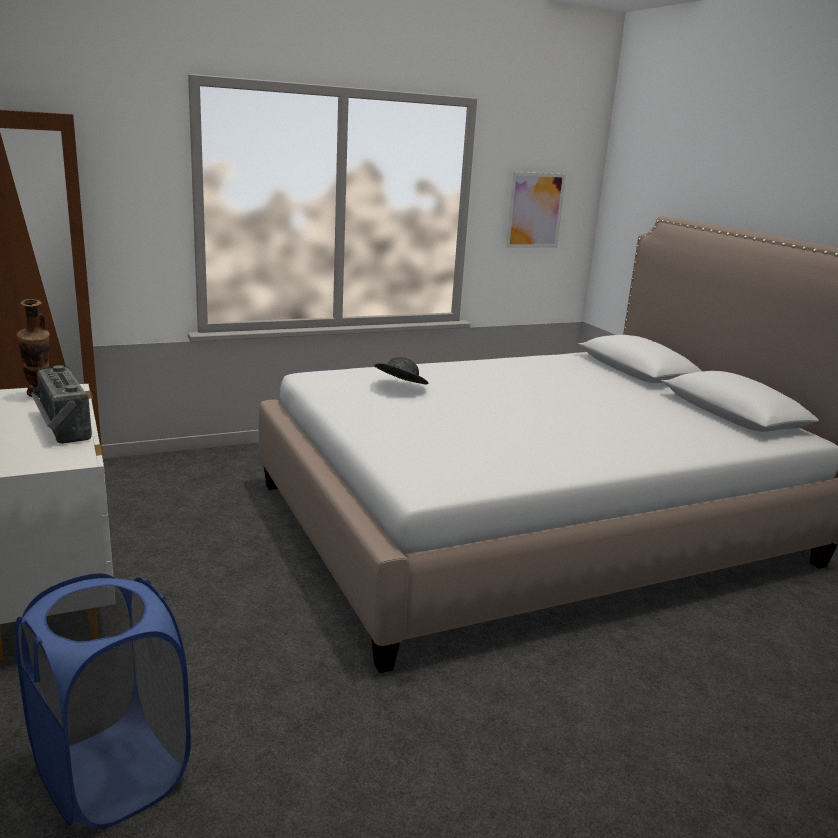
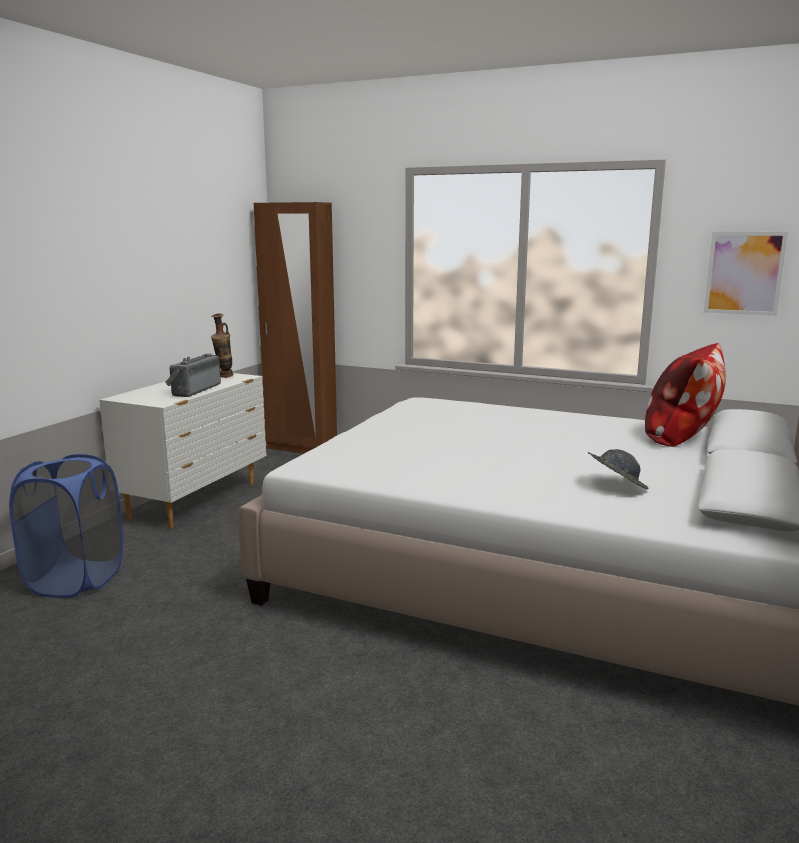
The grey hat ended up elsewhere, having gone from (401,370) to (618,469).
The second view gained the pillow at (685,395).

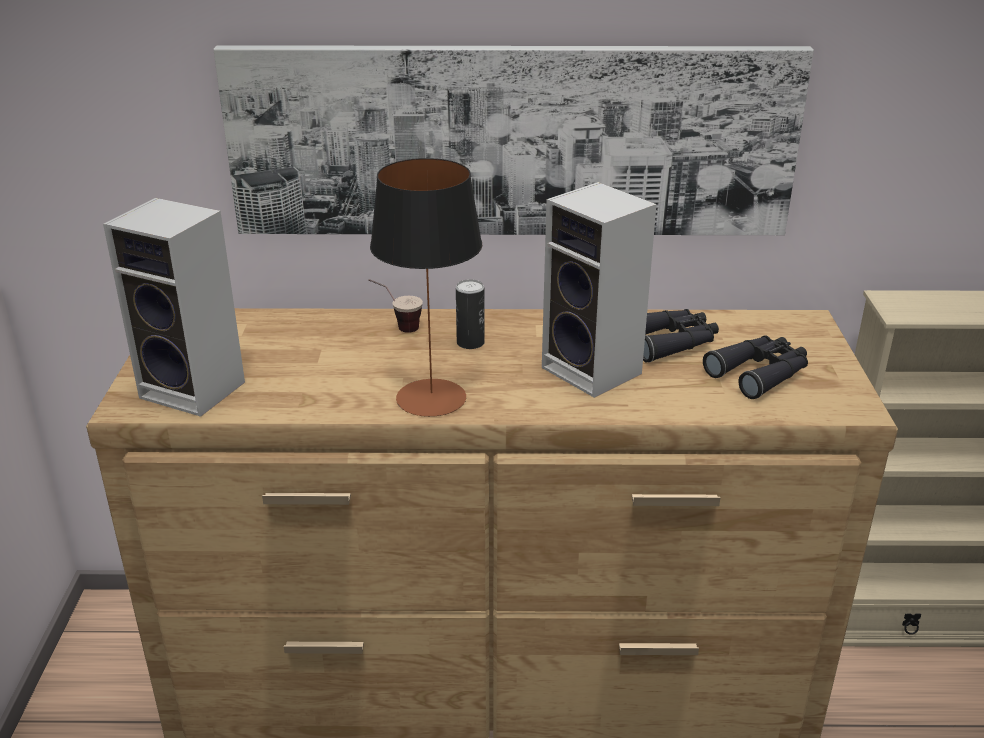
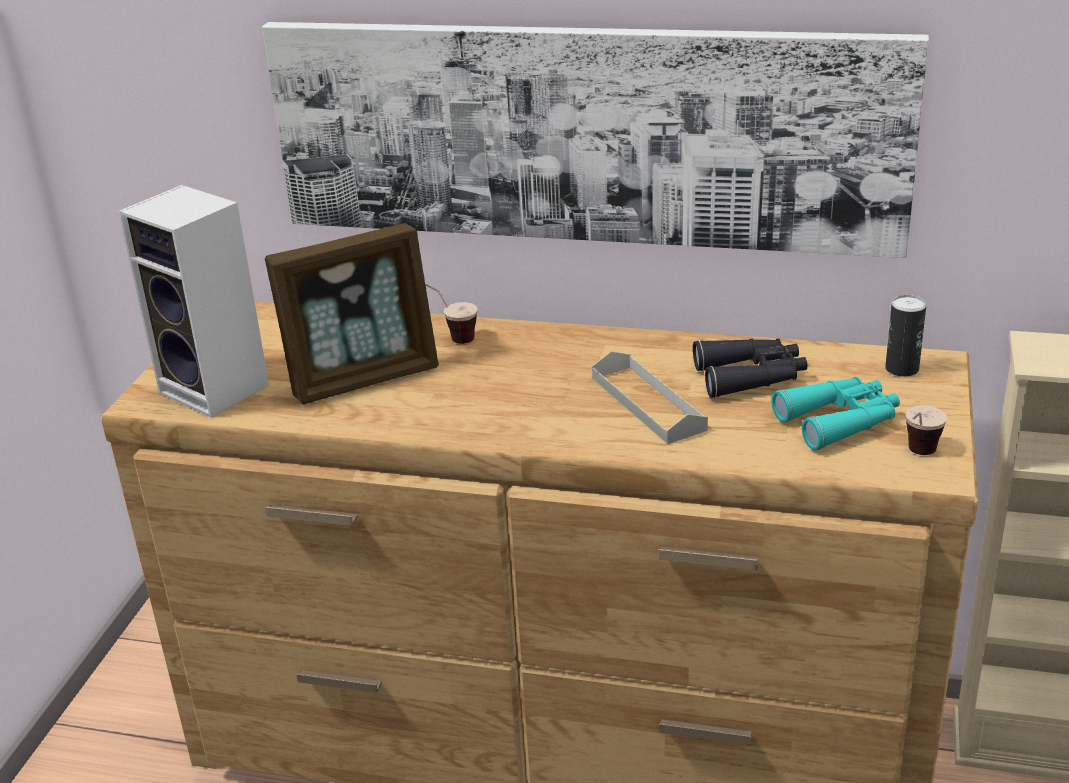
The second view lost the table lamp at (426,287).
Where the speaker stood at (599,290), the grey tray came to stand at (650,397).
The can ended up elsewhere, having gone from (470,314) to (905,336).
What was the black binoculars at (755,367) turned into the turquoise binoculars at (835,413).
The second view gained the picture frame at (352,314).
The second view gained the cup at (926,430).

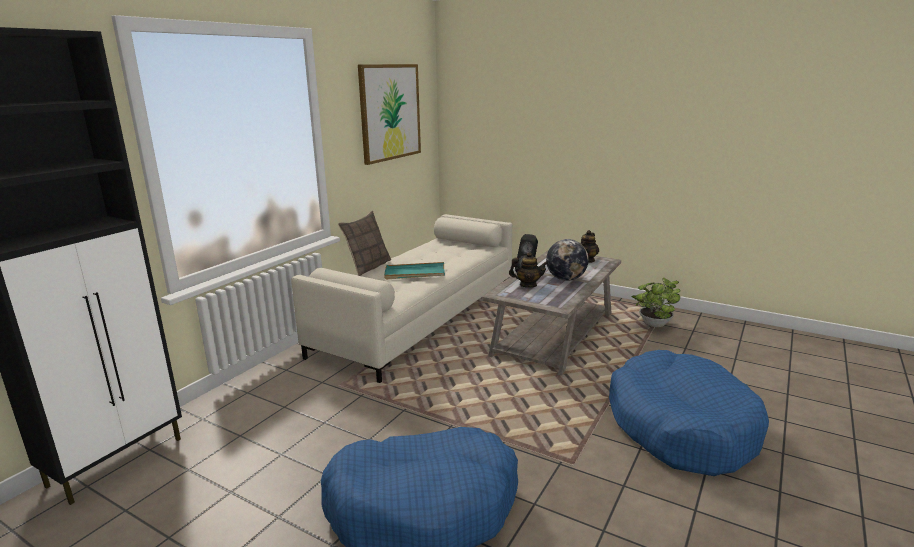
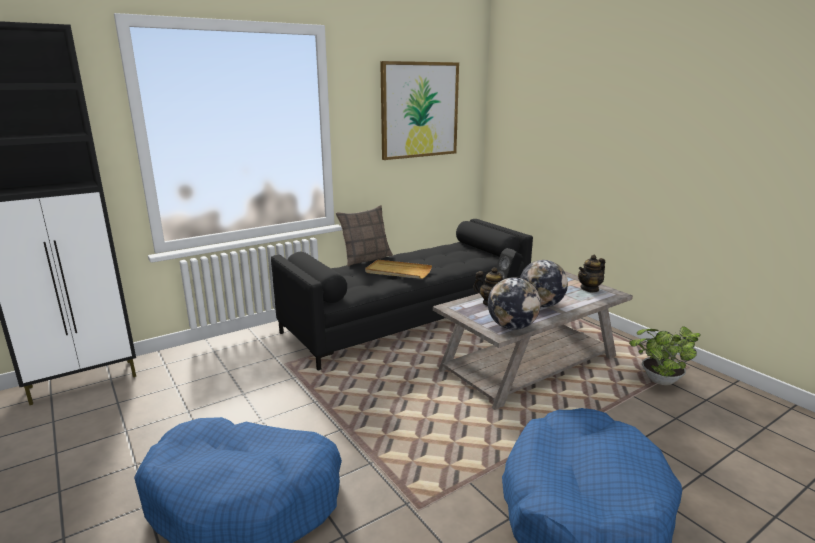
What was the beige sofa at (401,298) turned into the black sofa at (402,295).
What was the turquoise tray at (414,271) turned into the beige tray at (398,269).
The second view gained the globe at (514,303).

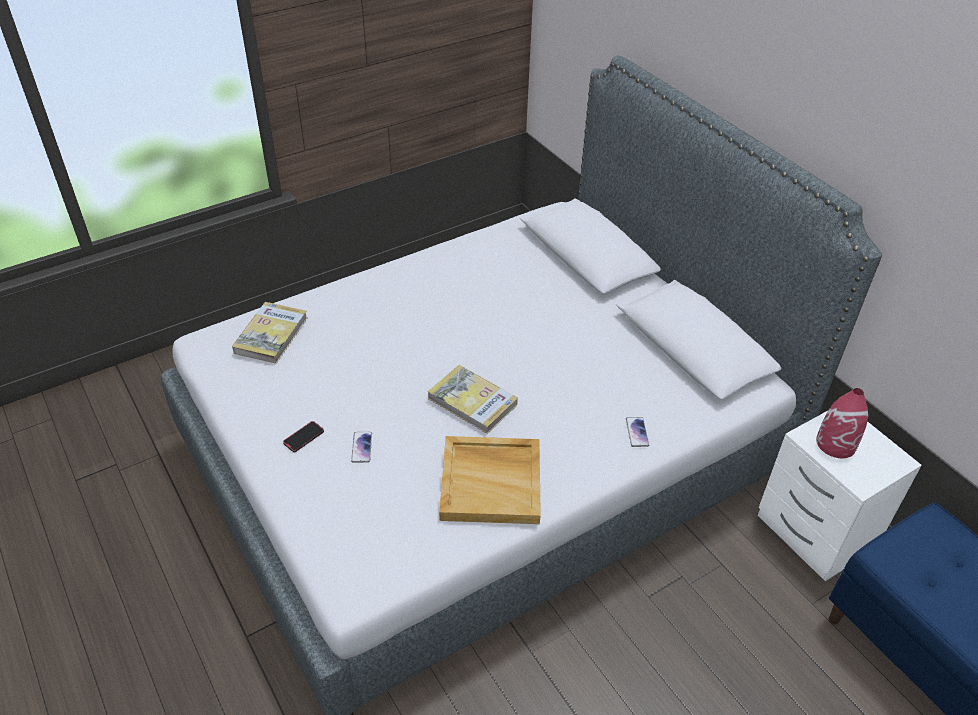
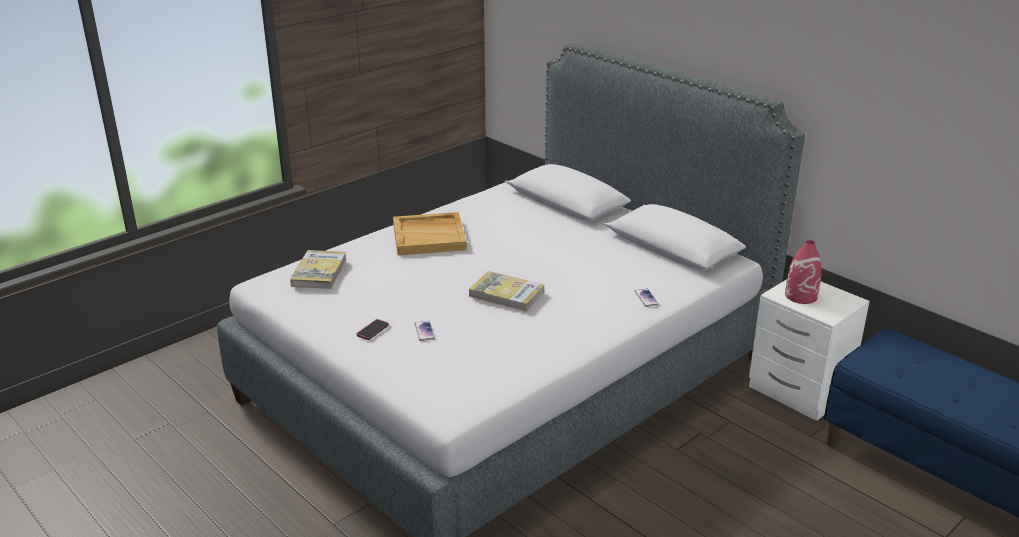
The beige tray ended up elsewhere, having gone from (490,480) to (430,233).

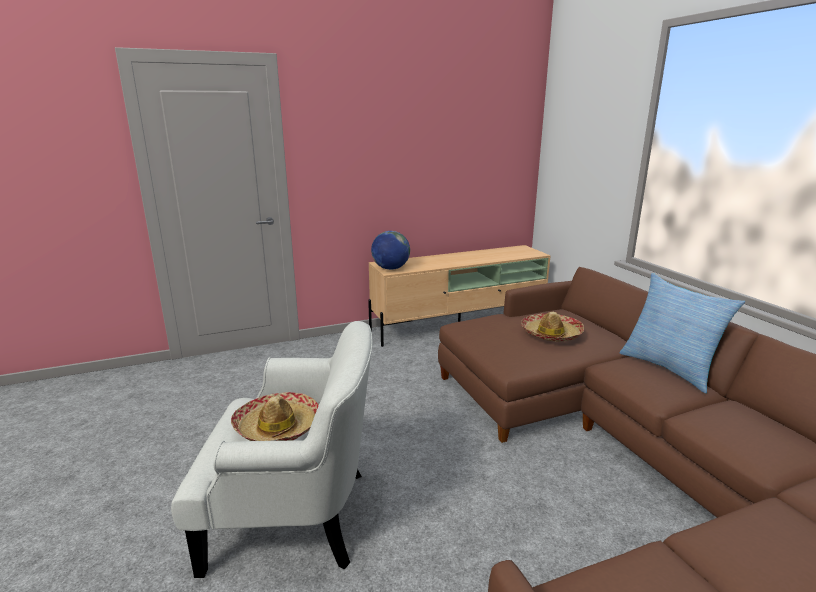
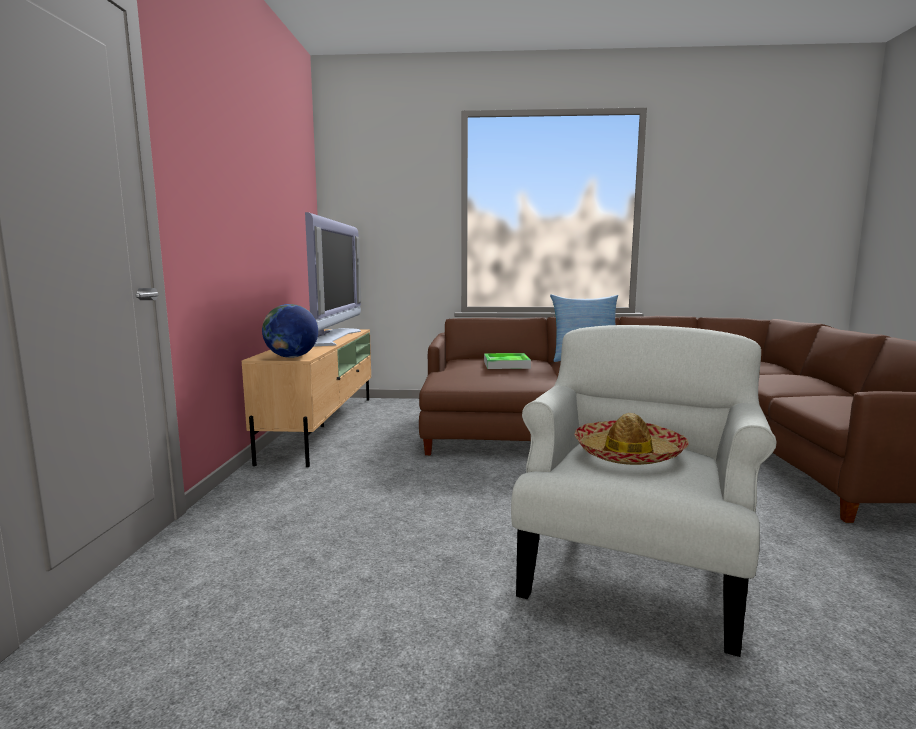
Where the hat stood at (552,326), the tray came to stand at (507,361).
The second view gained the television at (333,279).

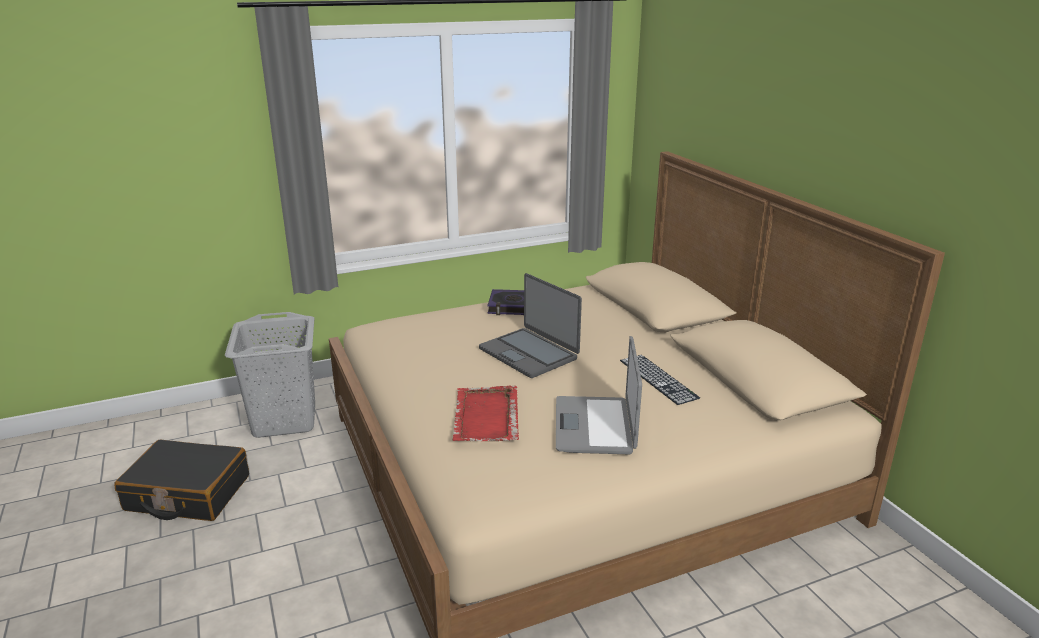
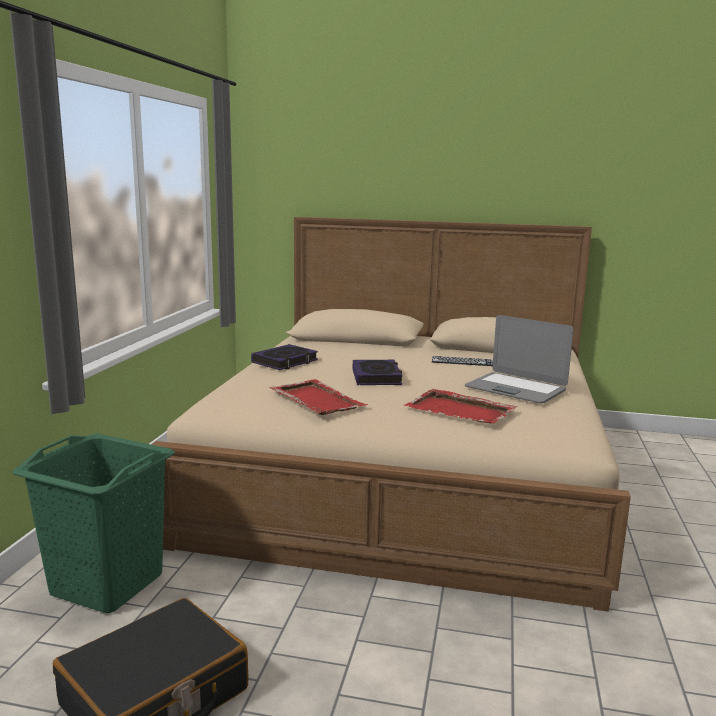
Where the laptop stood at (530,325), the book came to stand at (377,372).
What was the grey laundry basket at (270,375) turned into the green laundry basket at (93,523).
The second view gained the red tray at (318,397).

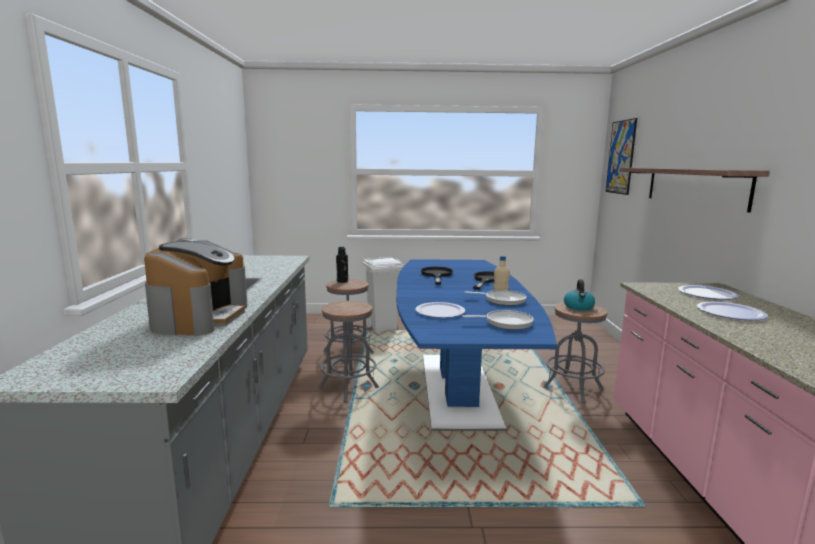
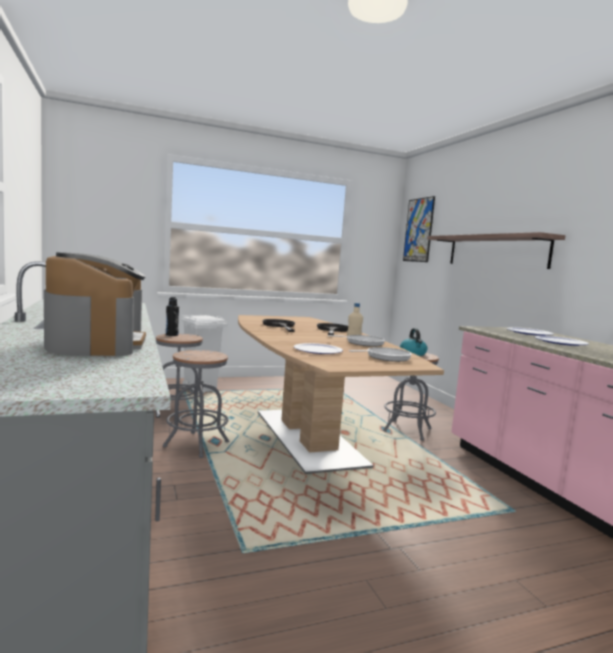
What was the blue dining table at (477,345) turned into the brown dining table at (341,394).

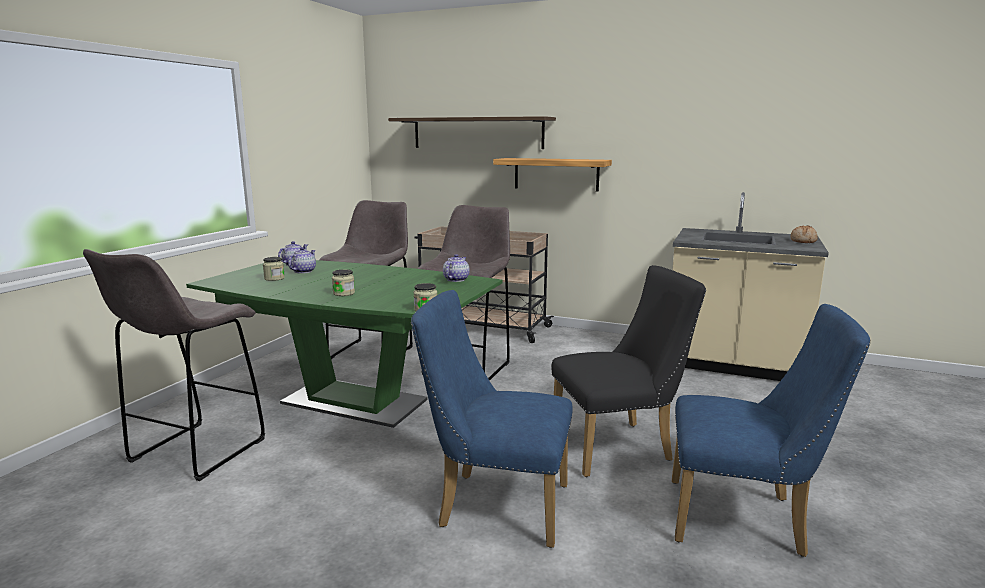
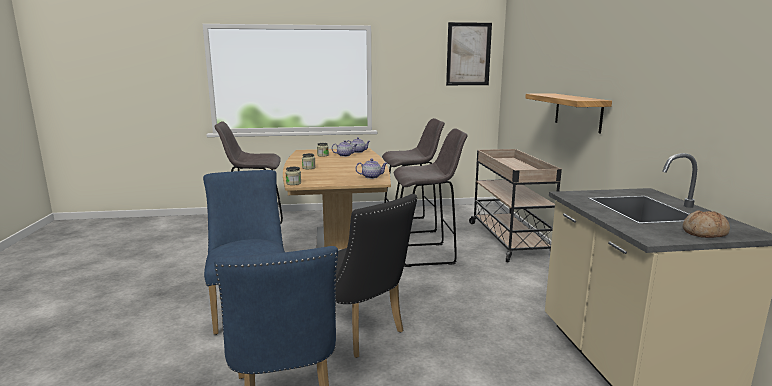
The second view lost the shelf at (472,132).
What was the green dining table at (344,344) turned into the brown dining table at (337,199).
The second view gained the picture at (469,53).

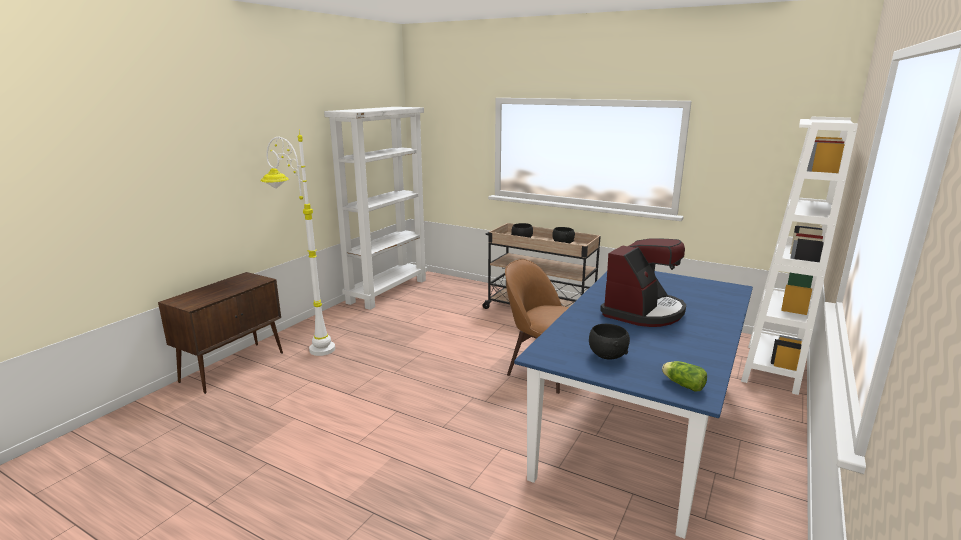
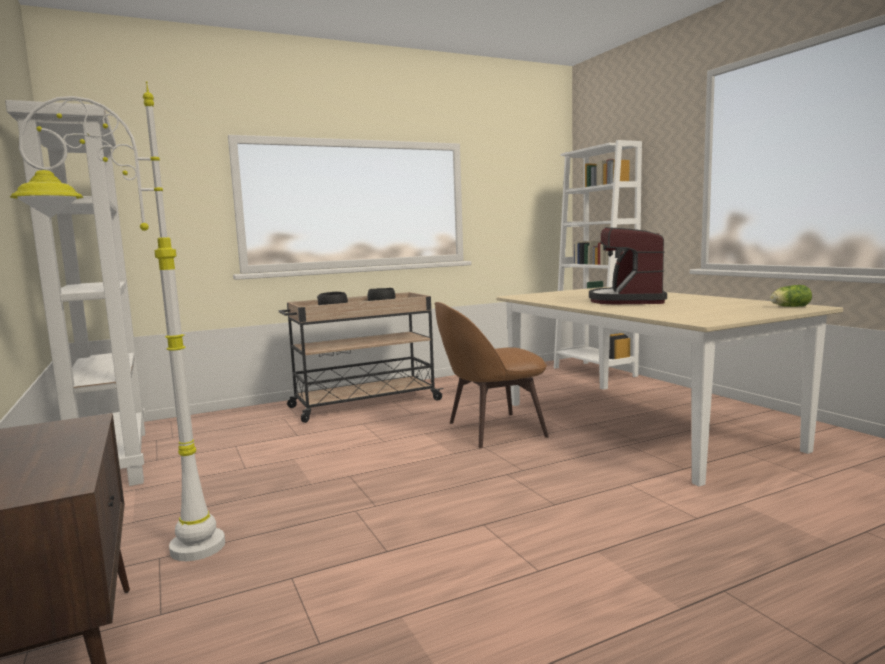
The coffee machine at (643,282) ended up facing another way, 150 degrees counterclockwise from before.
What was the blue dining table at (633,405) turned into the beige dining table at (669,386).
The second view lost the black bowl at (609,342).

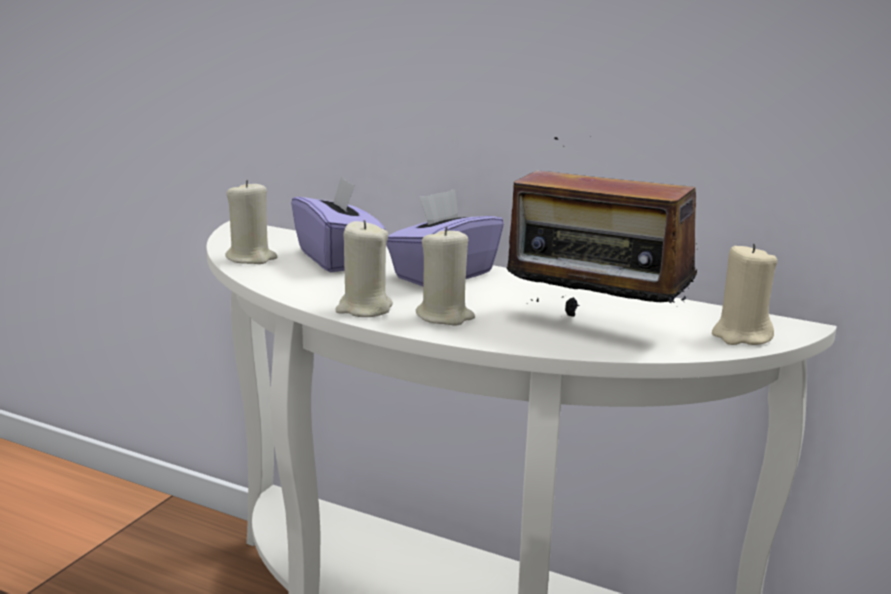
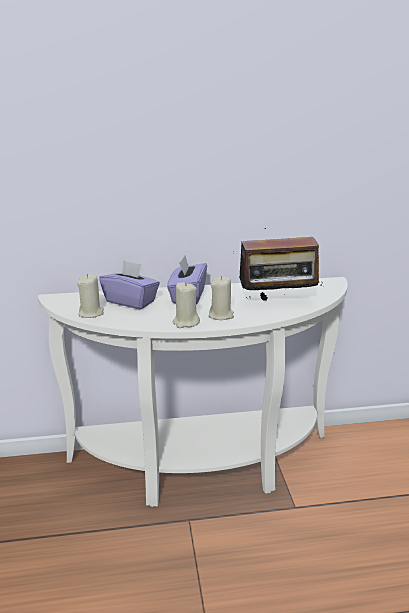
The second view lost the beige candle at (744,294).

